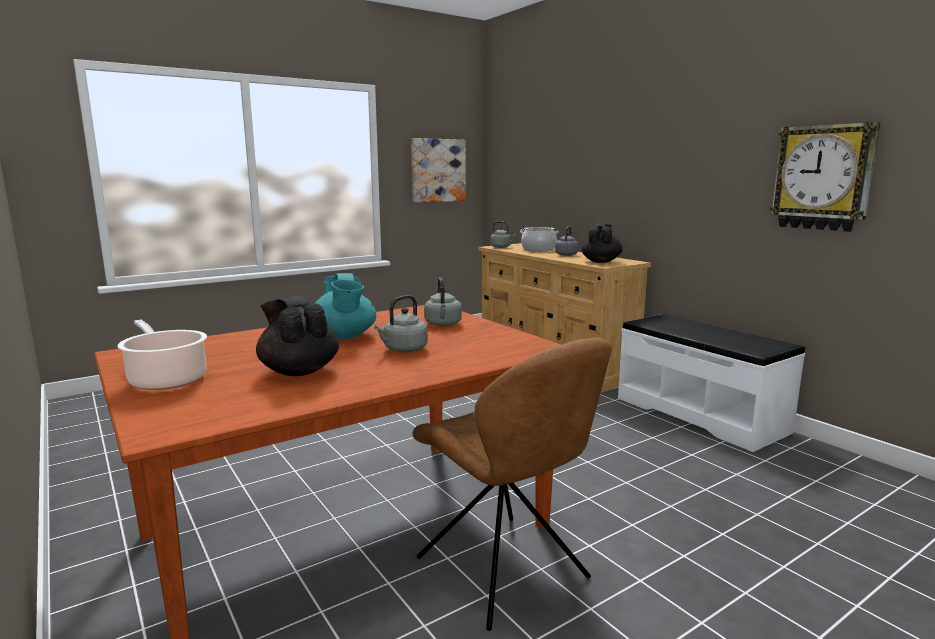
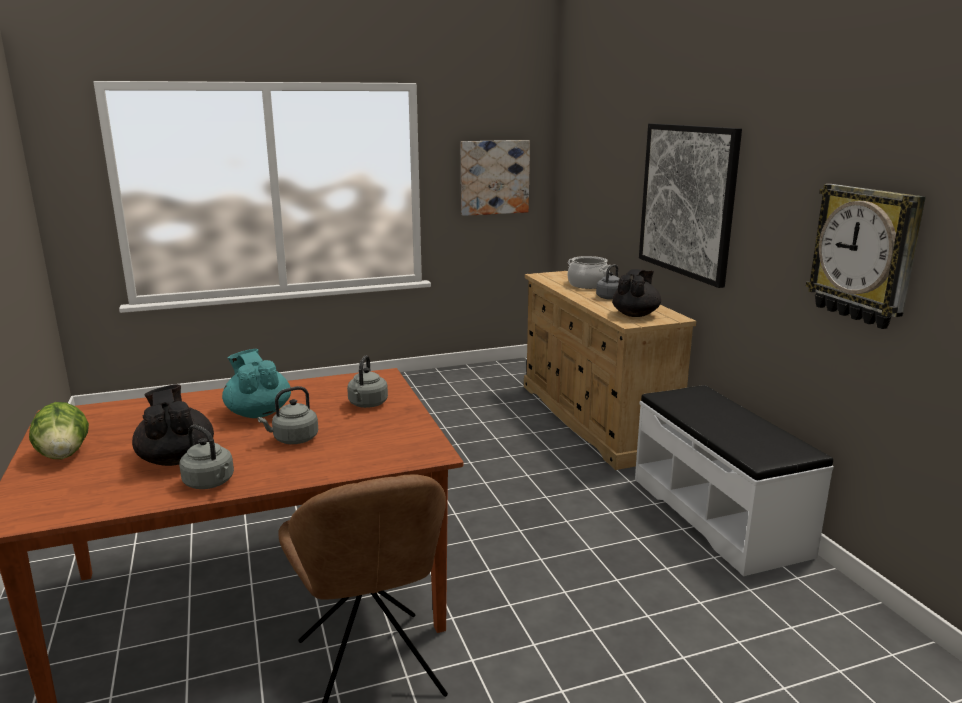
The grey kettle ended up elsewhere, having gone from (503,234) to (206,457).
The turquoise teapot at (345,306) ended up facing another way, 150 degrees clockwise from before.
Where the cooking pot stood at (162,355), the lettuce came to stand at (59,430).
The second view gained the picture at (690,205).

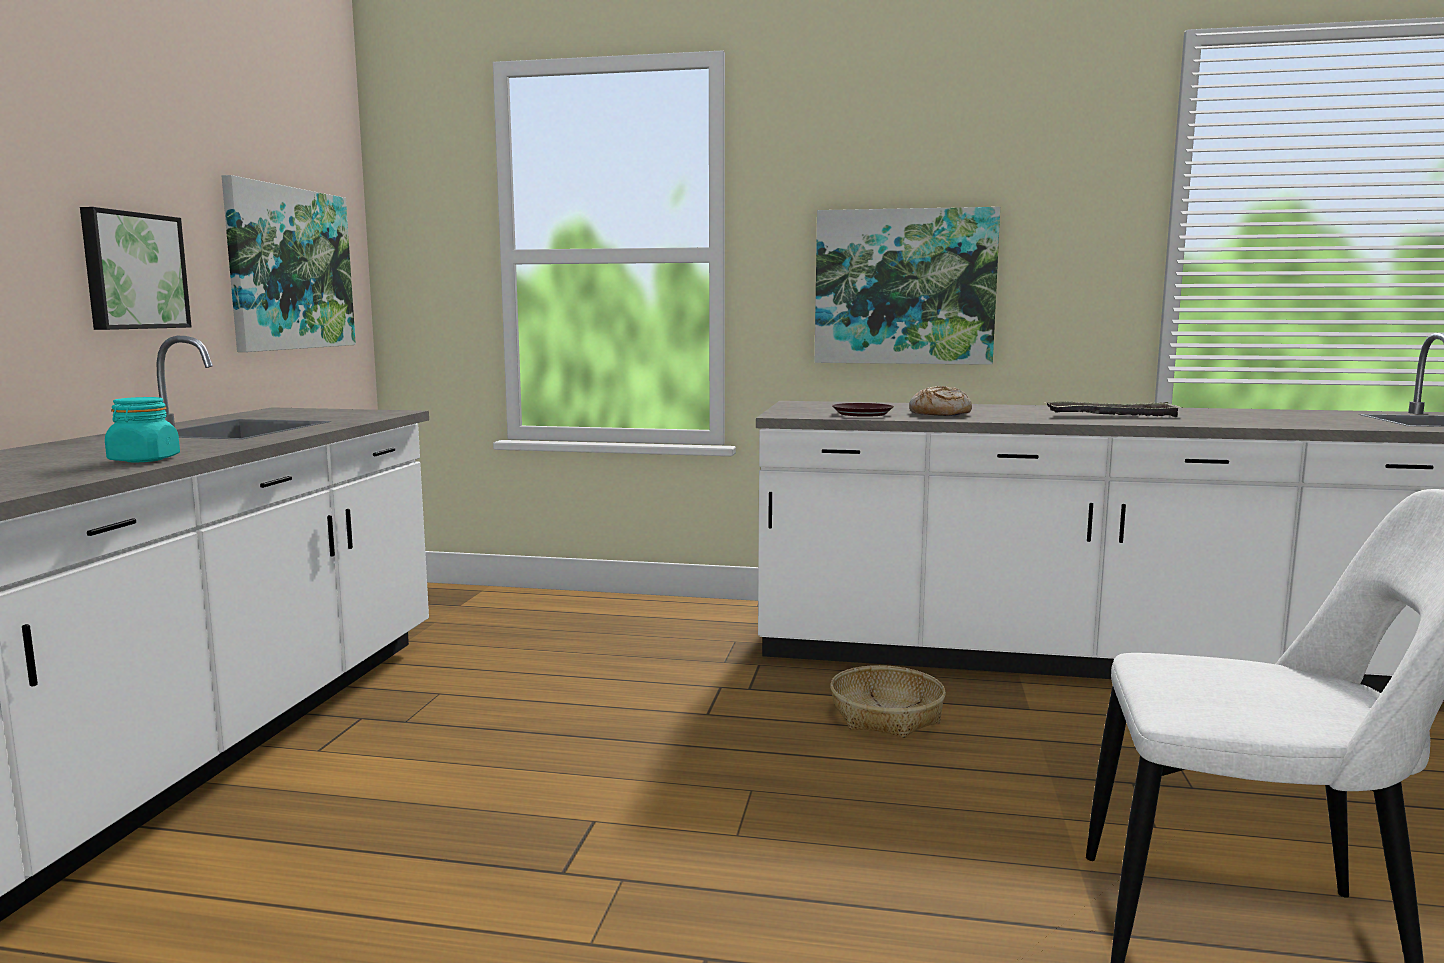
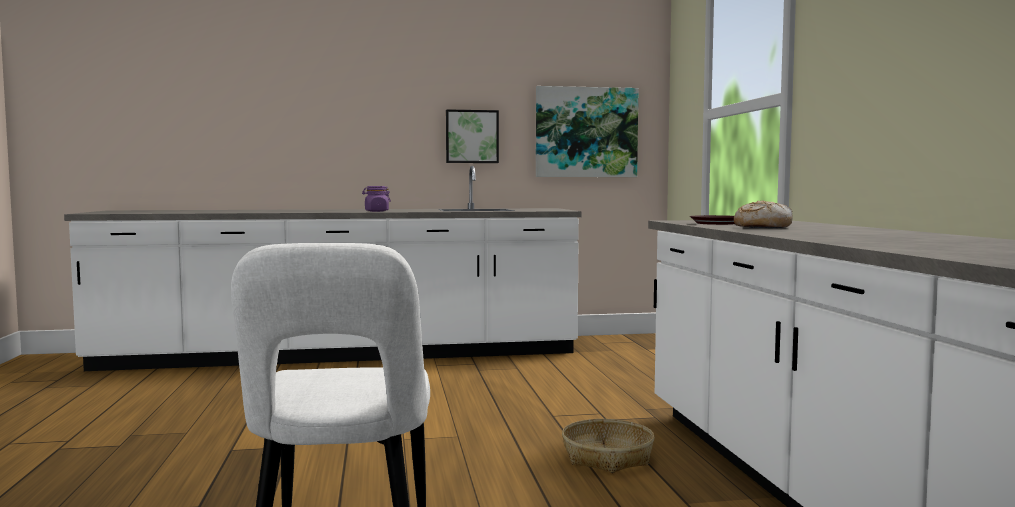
The second view lost the picture at (907,286).
What was the turquoise jar at (142,430) turned into the purple jar at (376,199).
The second view lost the tray at (1113,409).

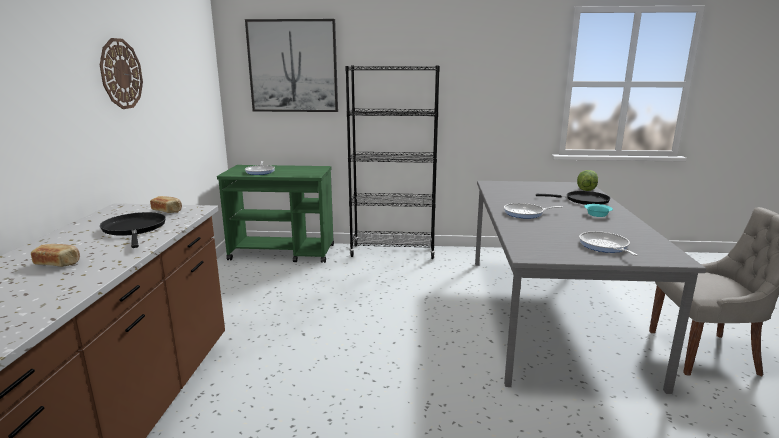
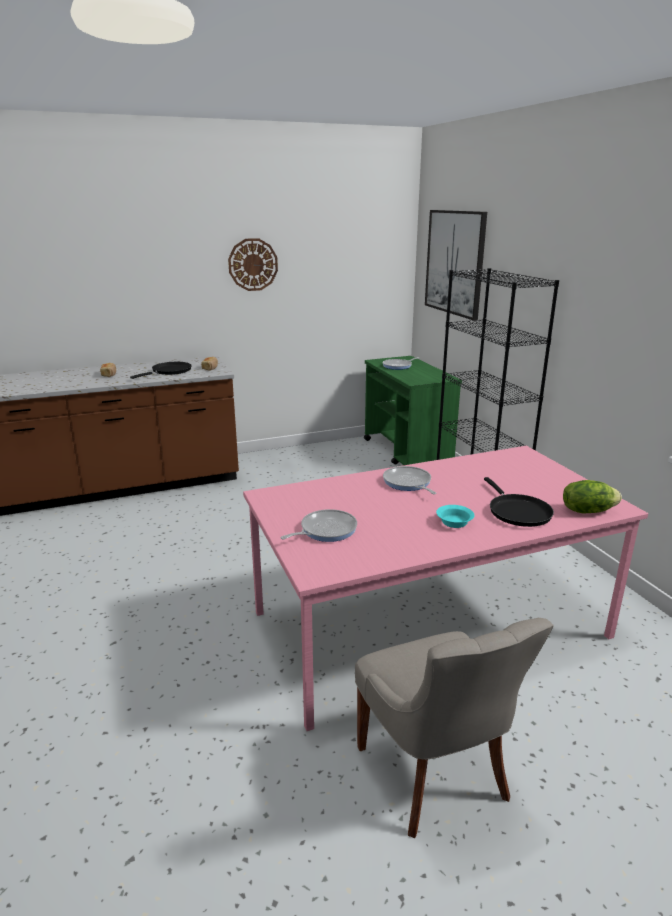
What was the grey dining table at (590,287) turned into the pink dining table at (445,588).

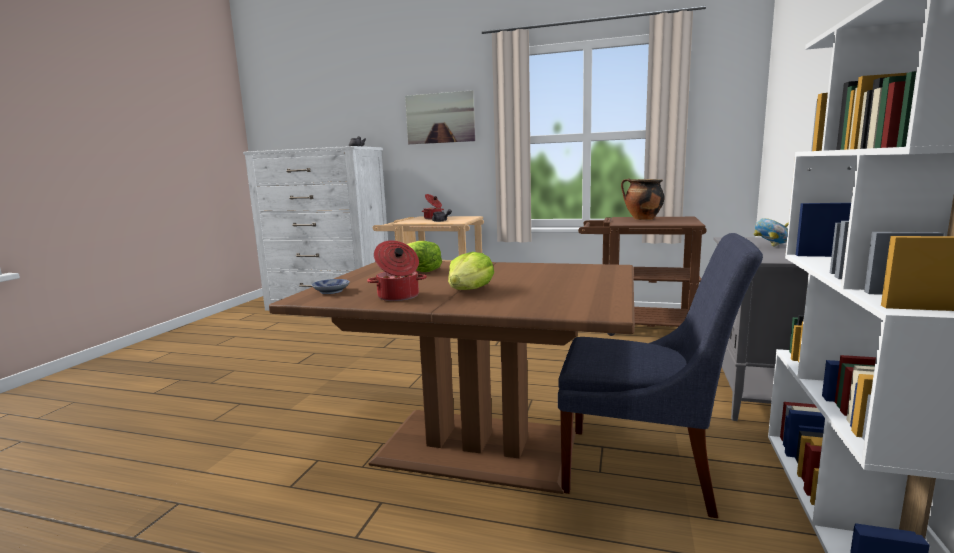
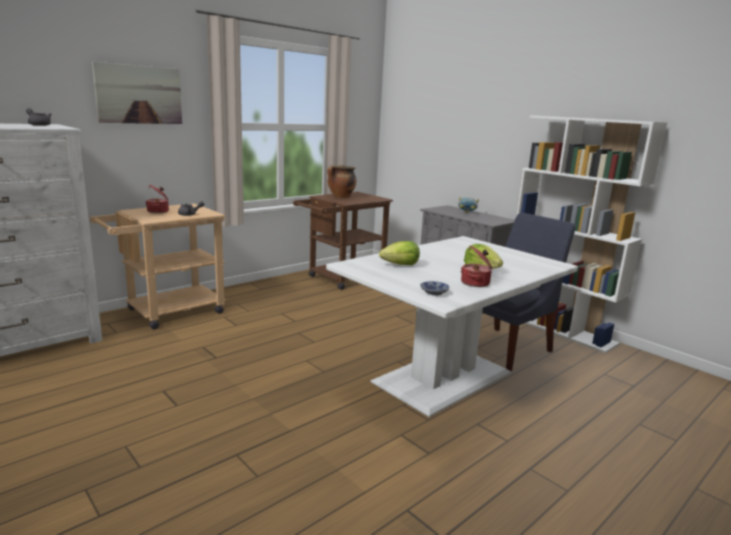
What was the brown dining table at (452,377) turned into the white dining table at (452,326).

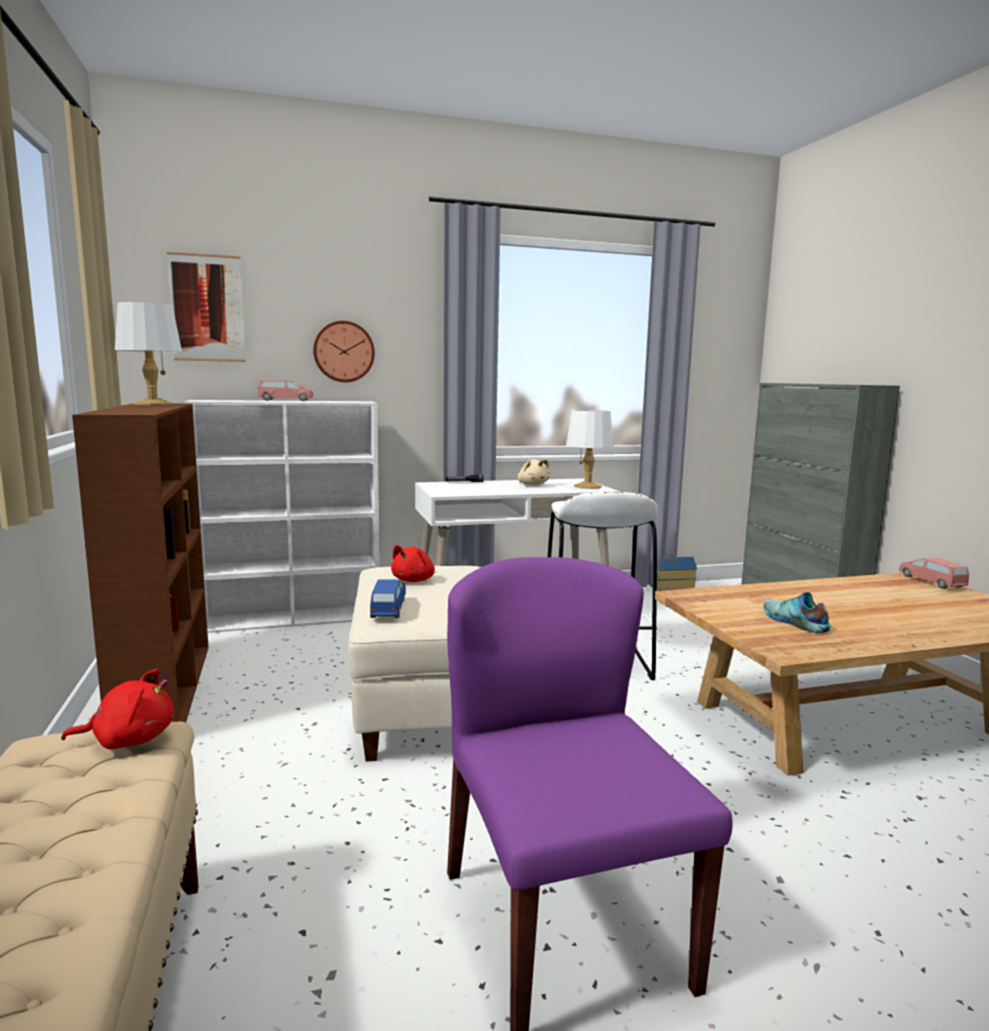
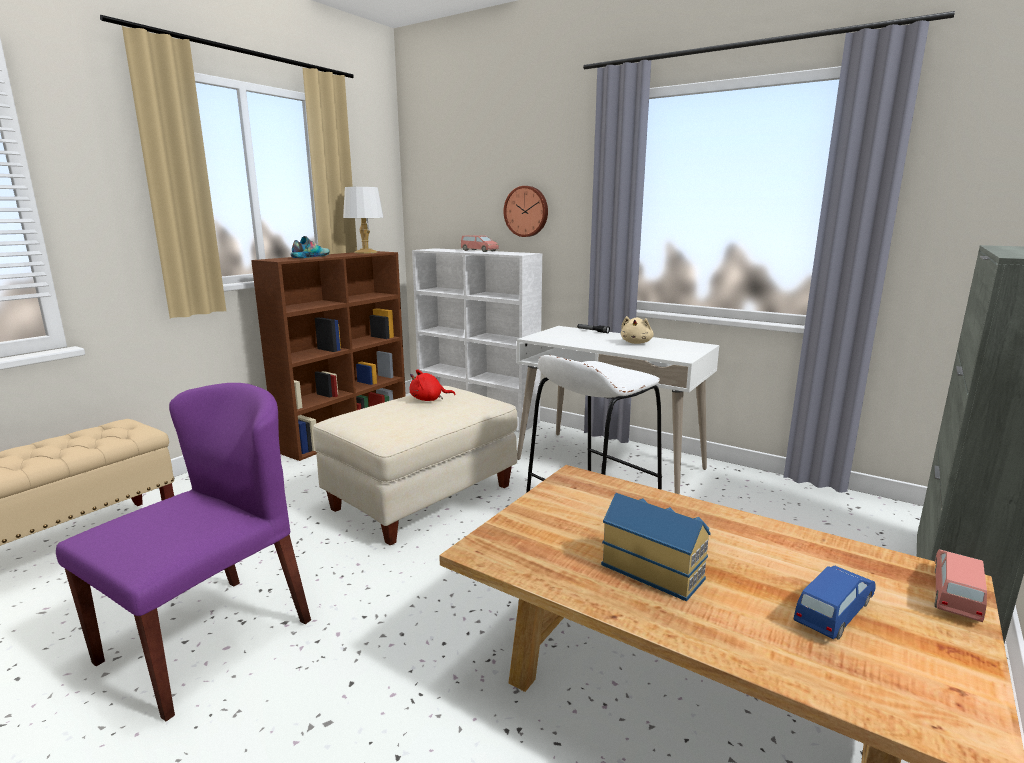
The second view lost the picture at (206,307).
The second view lost the white table lamp at (589,449).
The toy house ended up elsewhere, having gone from (673,574) to (656,547).
The blue toy car ended up elsewhere, having gone from (388,598) to (835,603).
The shoe ended up elsewhere, having gone from (796,612) to (310,247).
The second view lost the red plush toy at (117,709).

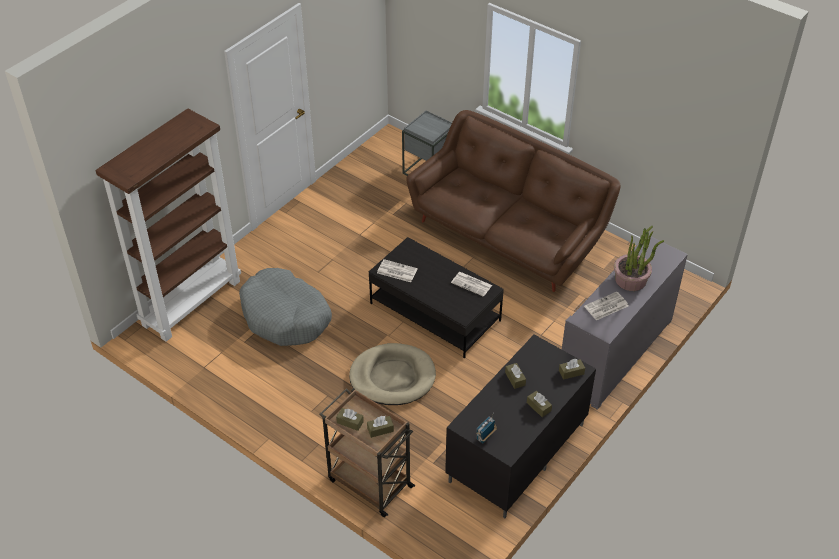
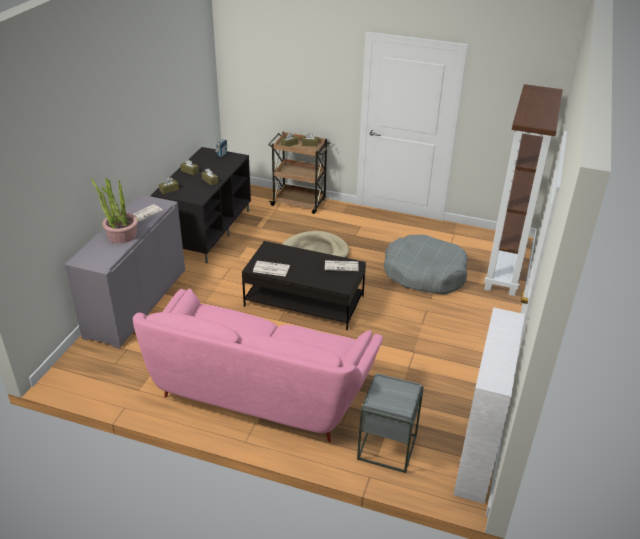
What was the brown sofa at (513,201) turned into the pink sofa at (258,366).
The second view gained the white bookcase at (489,405).

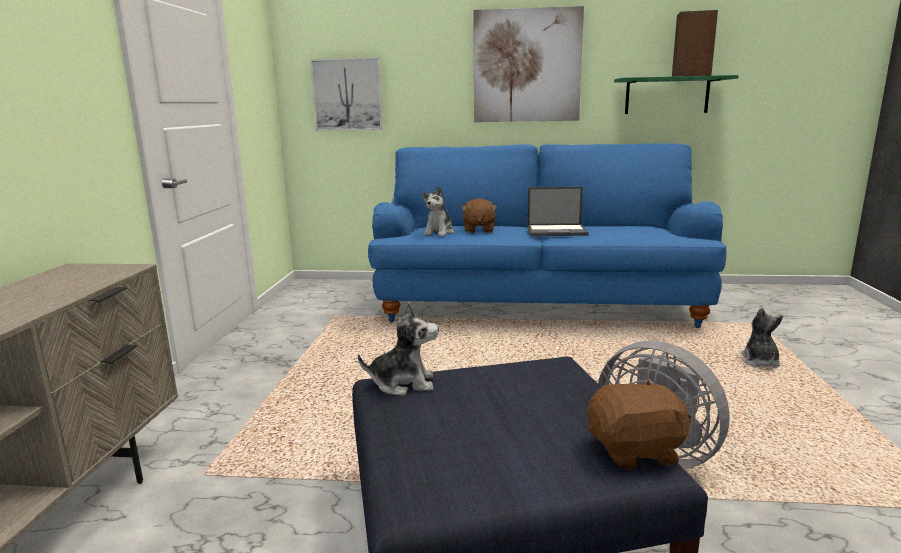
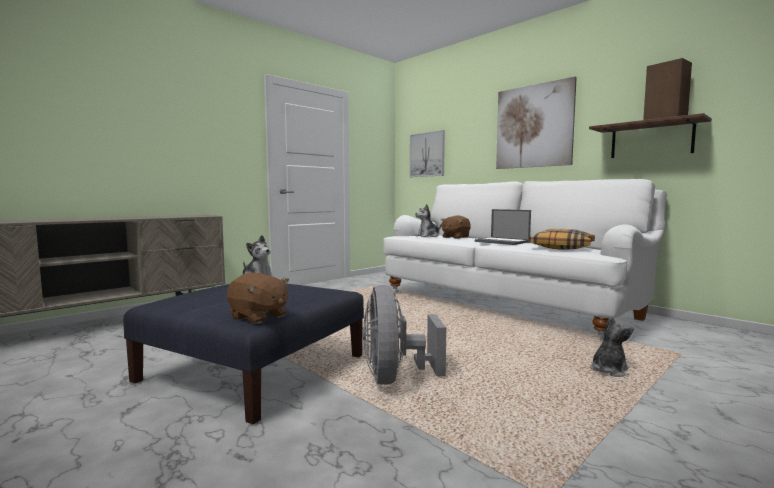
What was the green shelf at (676,94) turned into the brown shelf at (650,135).
What was the blue sofa at (547,236) turned into the white sofa at (525,259).
The second view gained the pillow at (562,239).

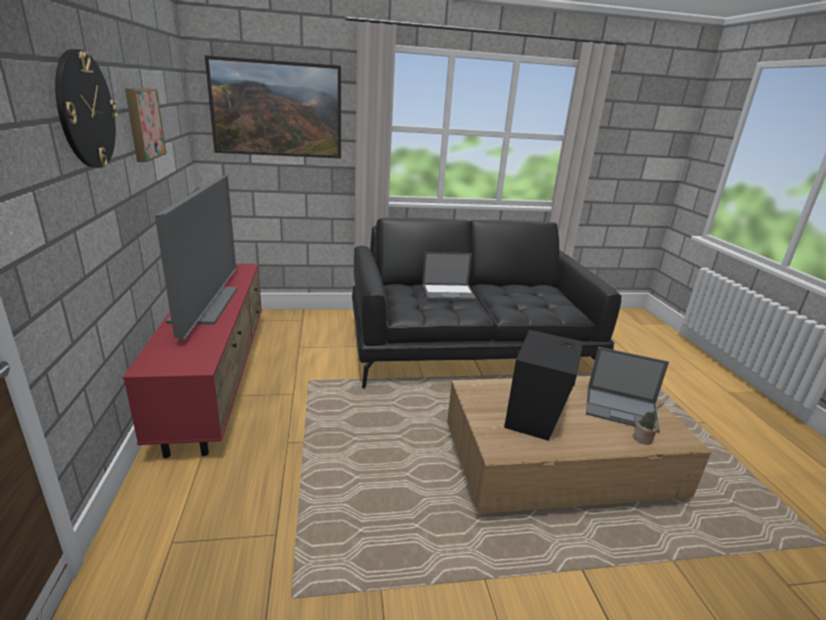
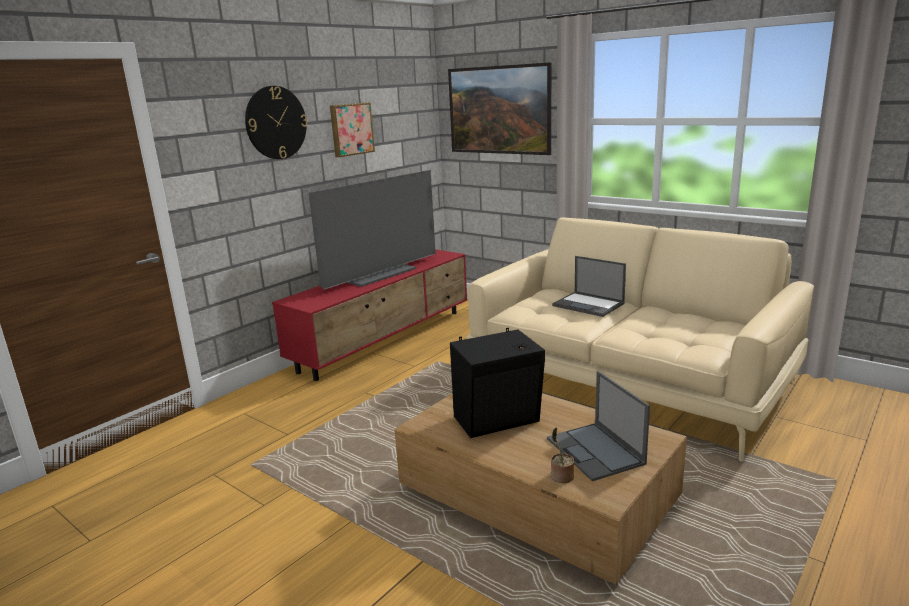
What was the black sofa at (486,303) turned into the beige sofa at (640,340).

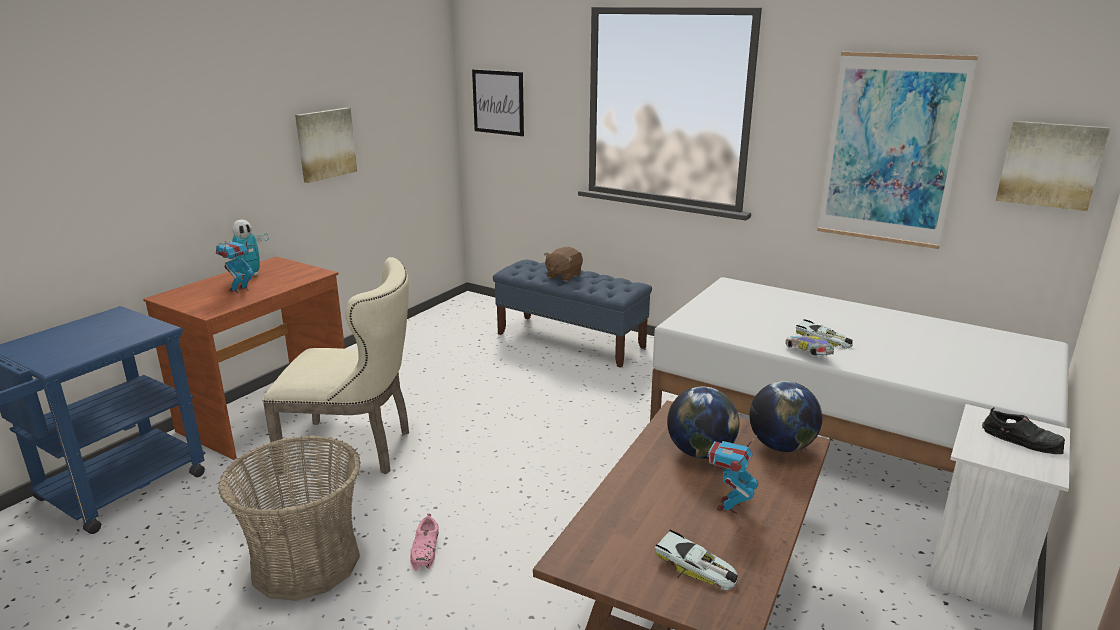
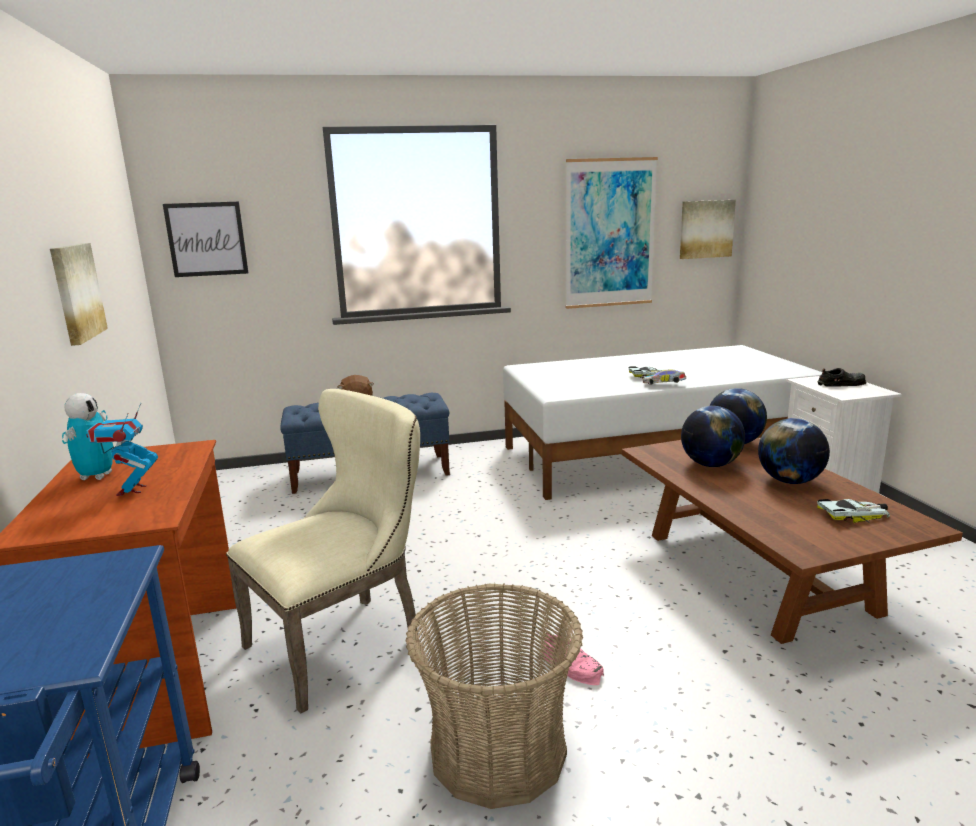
Where the toy robot stood at (732,474), the globe came to stand at (794,451).

